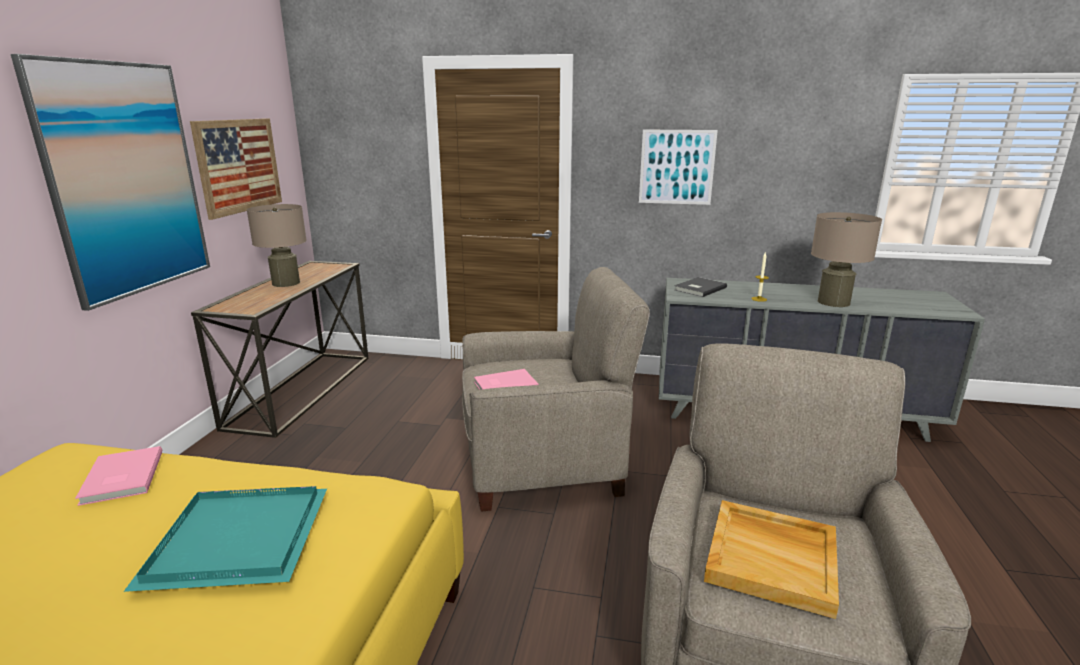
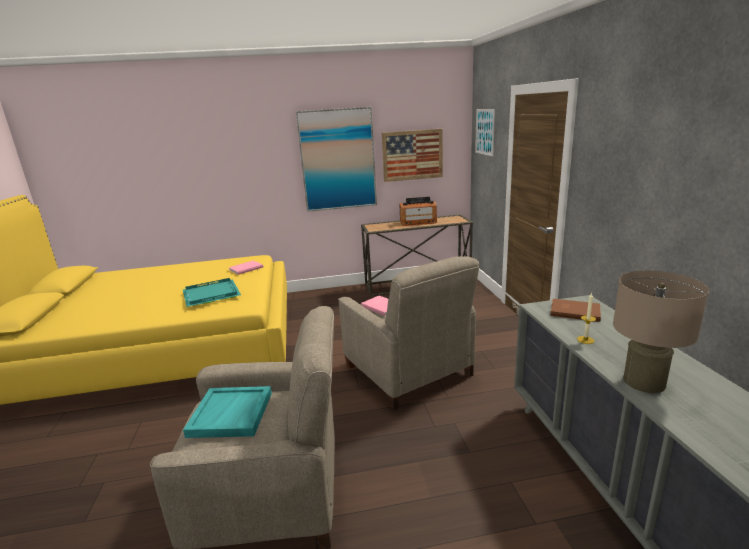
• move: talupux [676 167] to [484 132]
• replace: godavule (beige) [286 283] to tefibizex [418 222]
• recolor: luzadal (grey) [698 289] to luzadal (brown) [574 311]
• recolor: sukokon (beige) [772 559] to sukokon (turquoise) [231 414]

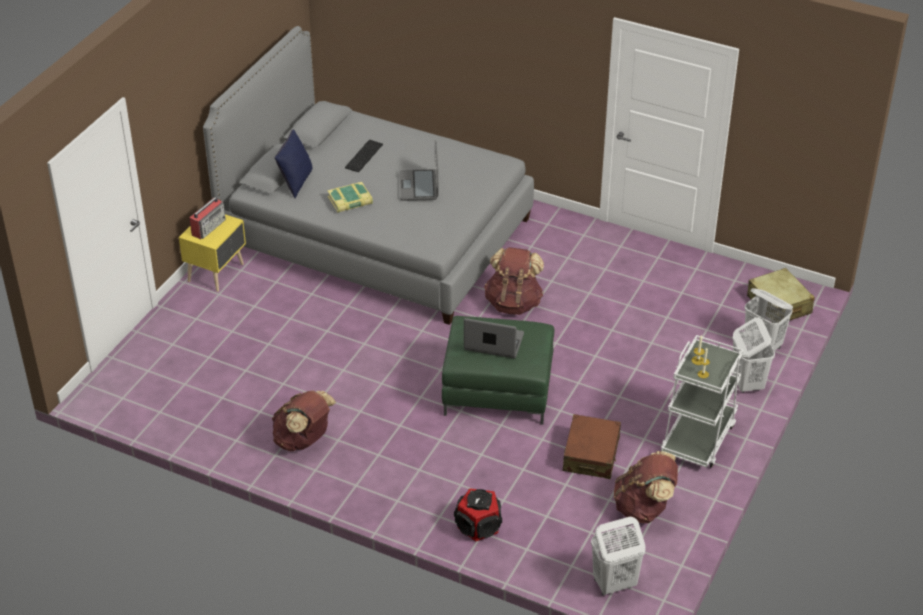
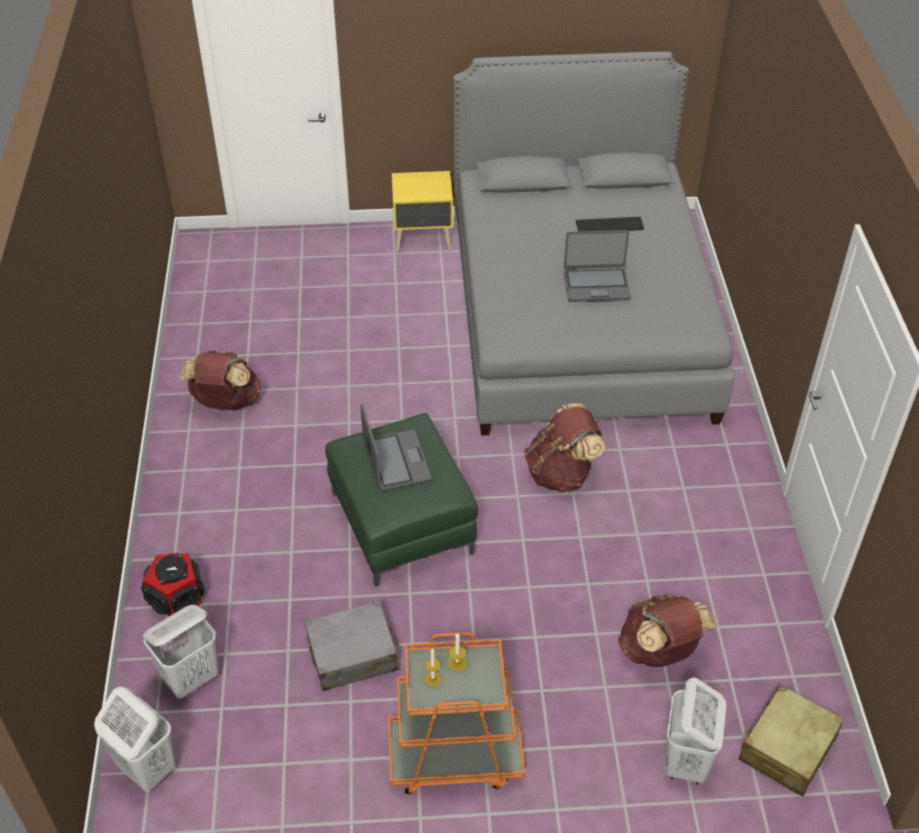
• delete: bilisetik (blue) [295 182]
• rotate: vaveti [419 186] = [596 285] 150 degrees counterclockwise
• delete: luzadal [350 201]
• delete: tefibizex [209 227]
• move: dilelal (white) [747 383] to [192 678]
• recolor: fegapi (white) [698 437] to fegapi (orange) [454 756]
• recolor: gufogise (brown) [591 454] to gufogise (grey) [353 654]
• move: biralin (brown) [644 508] to [659 651]

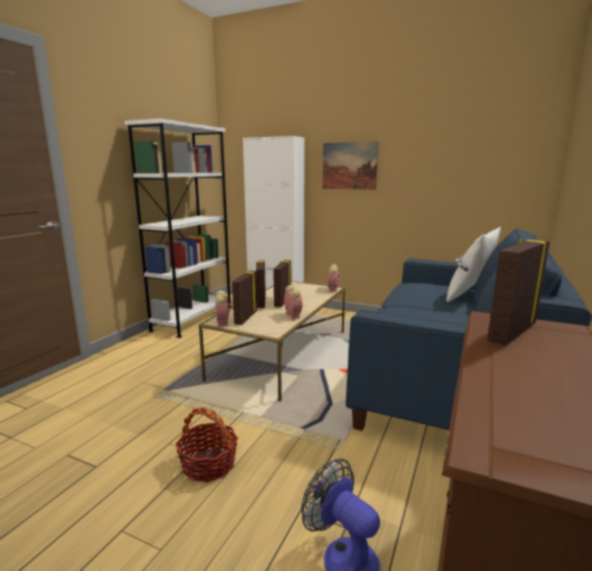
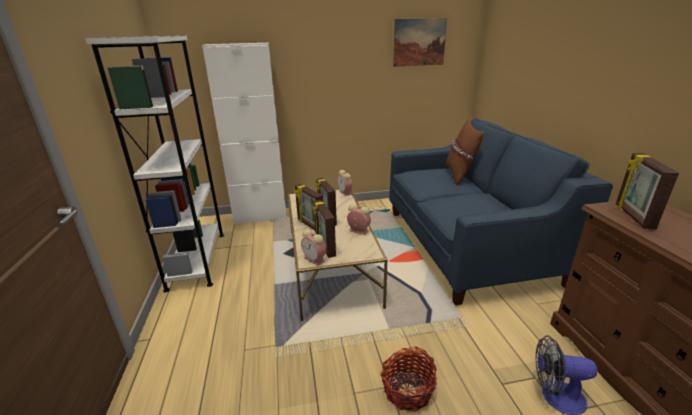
• move: talupux [349 166] to [419 42]
• recolor: bilisetik (white) [470 296] to bilisetik (brown) [459 175]

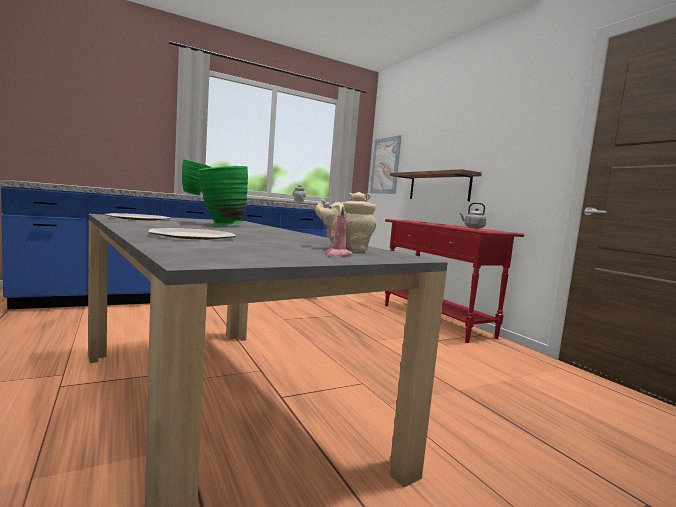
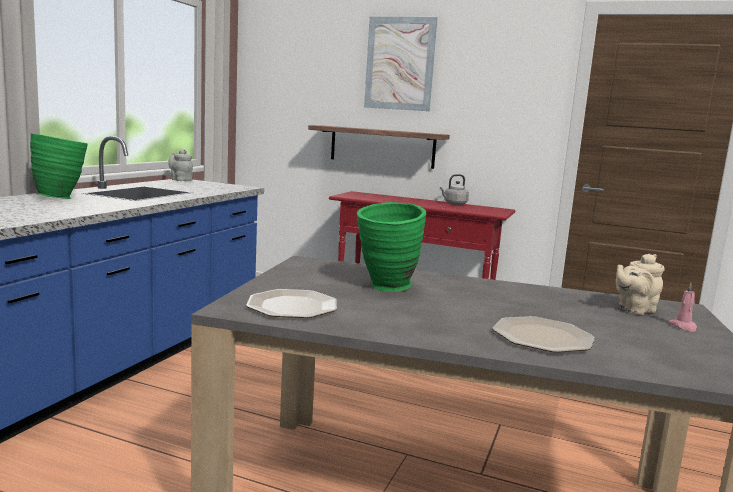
• move: talupux [385 165] to [400 64]

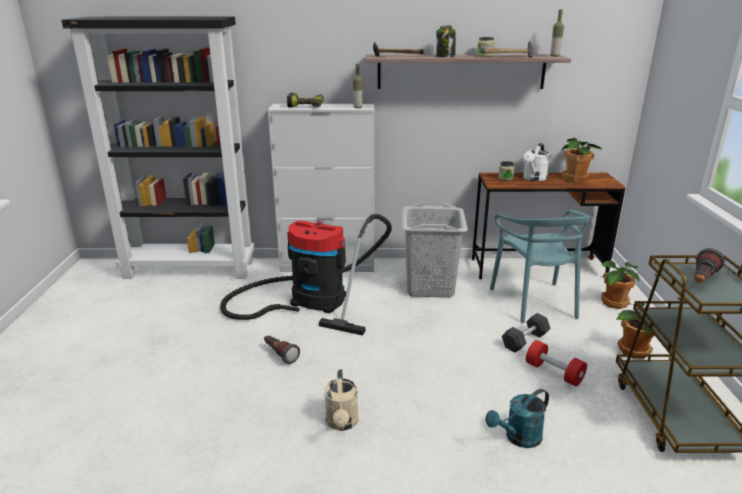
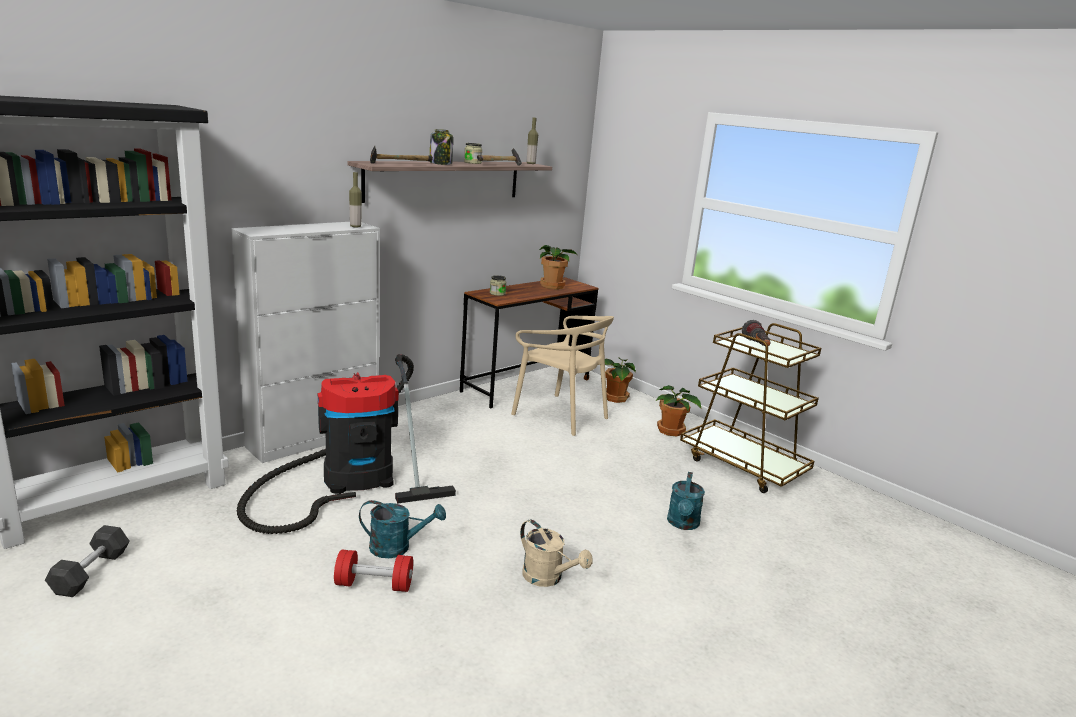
• delete: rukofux [306 106]
• delete: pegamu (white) [533 178]
• delete: dilelal (grey) [430 286]
• recolor: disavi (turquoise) [534 302] to disavi (beige) [560 415]
• move: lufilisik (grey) [525 340] to [91 572]
• replace: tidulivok [280 355] to pegamu (turquoise) [397 547]
• move: lufilisik (red) [554 373] to [374 584]

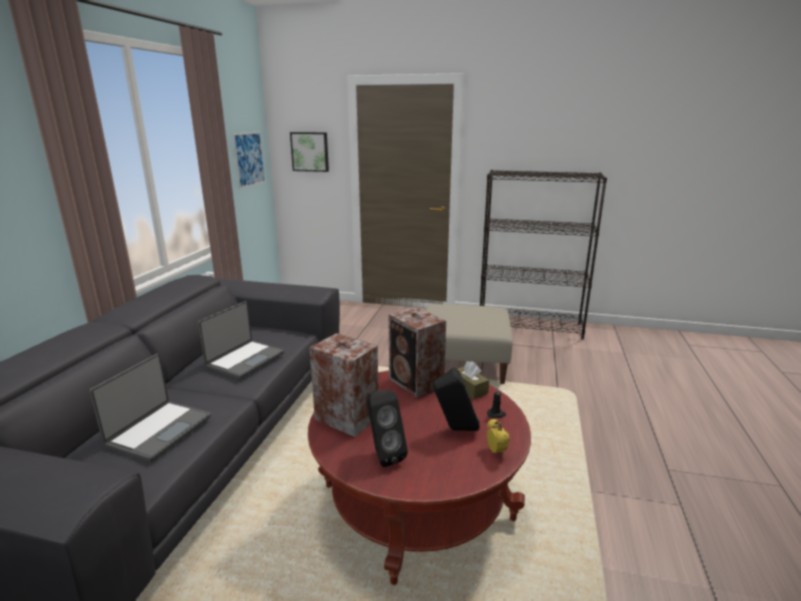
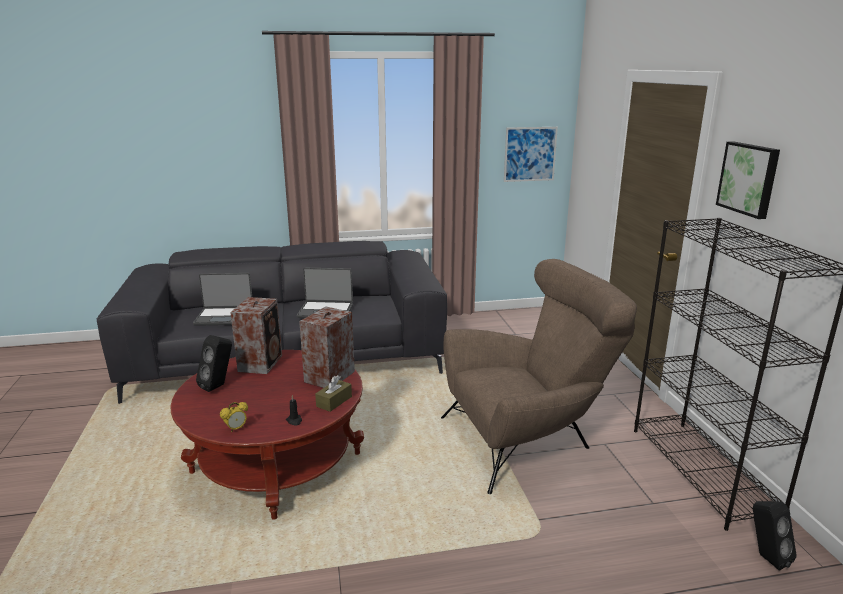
• move: talupux [310 151] to [749 179]
• replace: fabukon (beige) [464 364] to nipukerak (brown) [528 439]
• move: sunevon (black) [455 429] to [765 557]

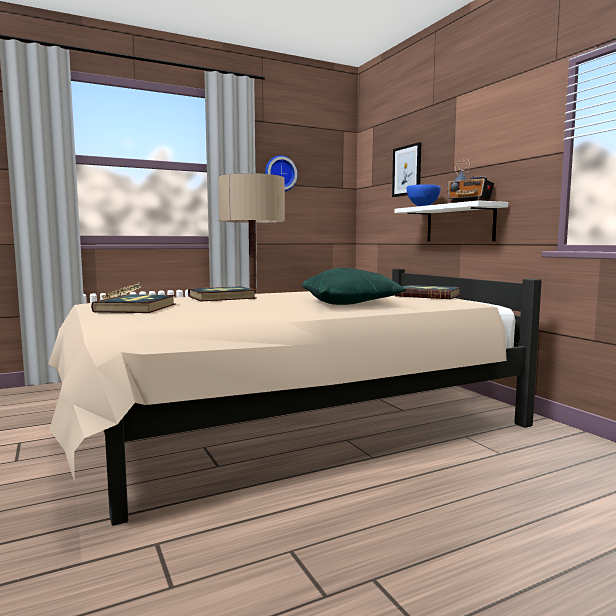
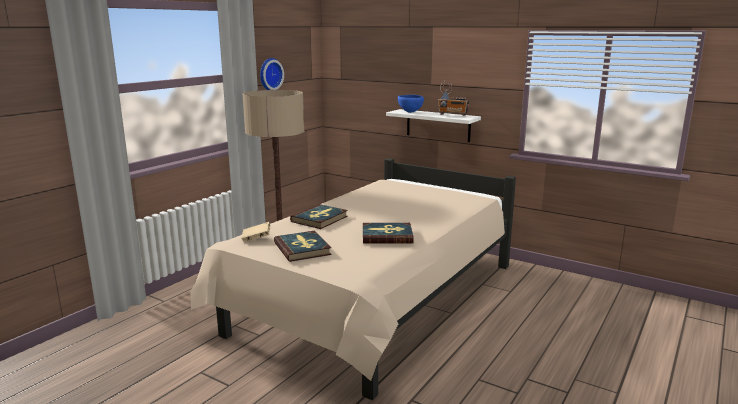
• delete: talupux [407 170]
• delete: bilisetik (green) [351 303]
• move: luzadal [428 295] to [387 236]

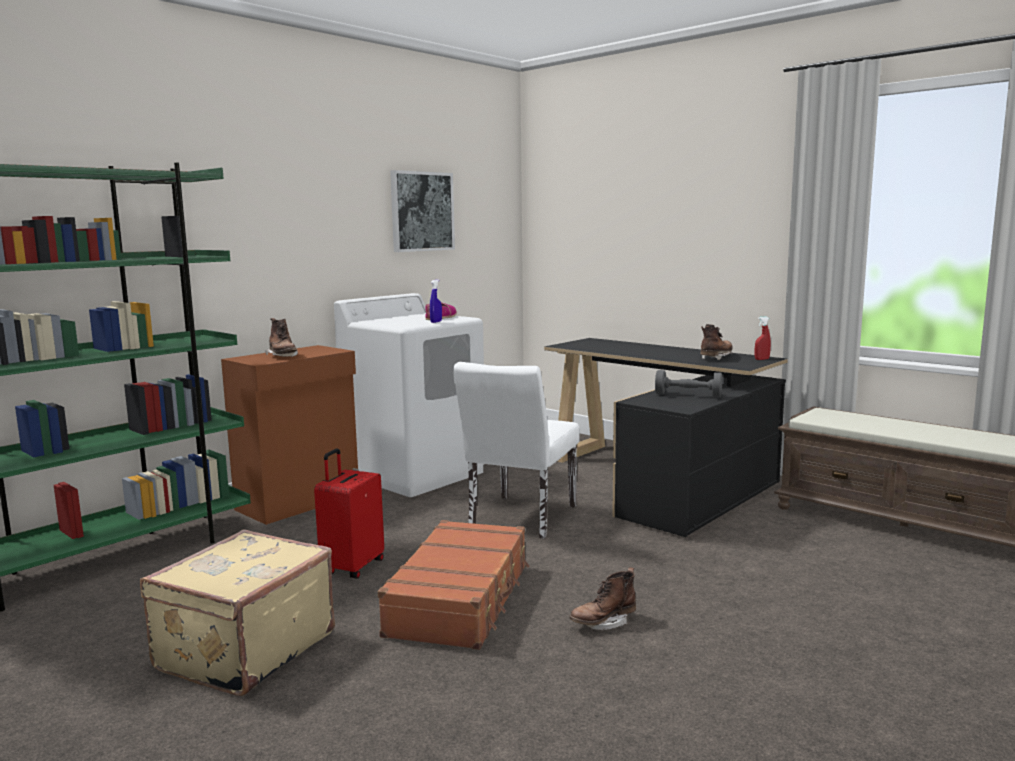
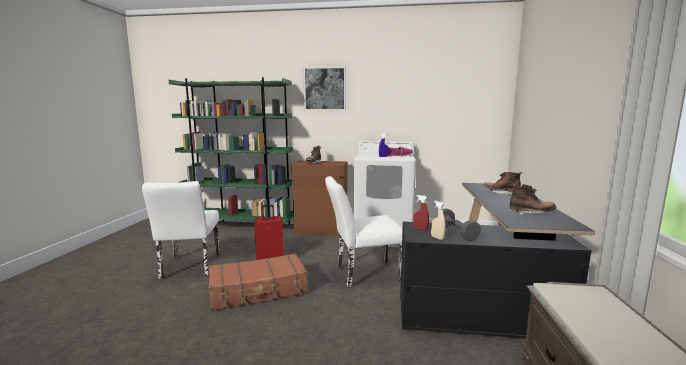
• move: talupux [422 211] to [325 89]
• move: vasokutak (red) [762 359] to [420 229]
• replace: gufogise (beige) [243 650] to disavi (white) [189 268]
• move: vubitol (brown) [603 623] to [501 193]
• insert: vasokutak (beige) [437 238]

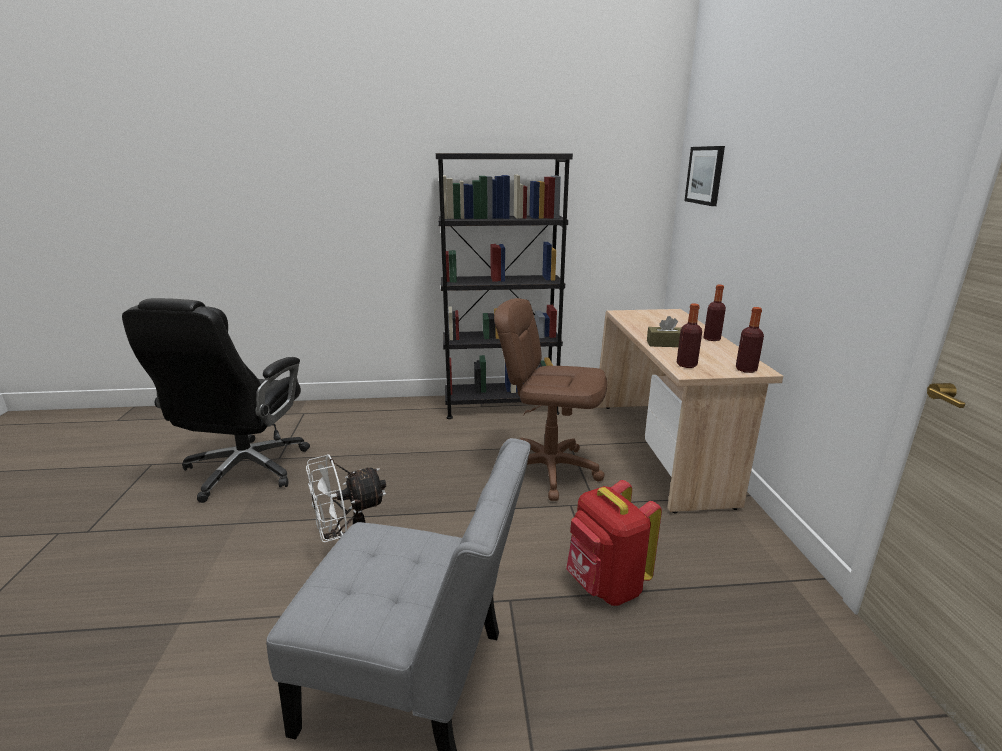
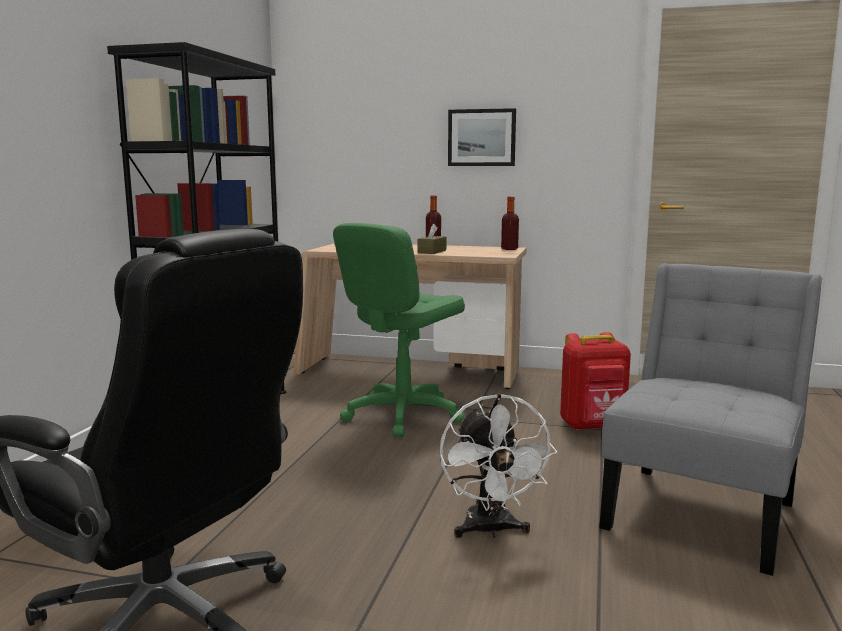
• move: talupux [705 175] to [481 137]
• recolor: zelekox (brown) [549 470] to zelekox (green) [402 415]
• delete: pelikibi [686 365]

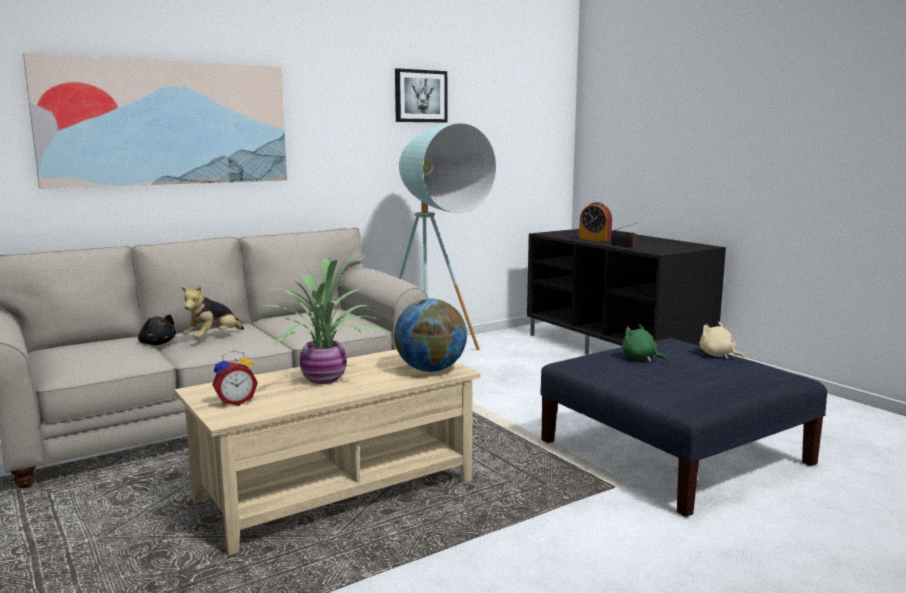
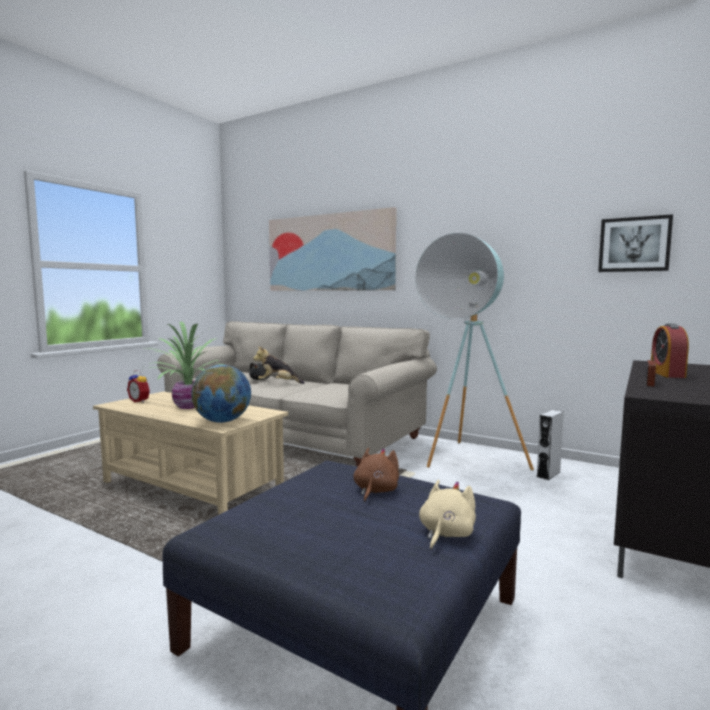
• move: talupux [420 96] to [634 244]
• recolor: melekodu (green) [641 358] to melekodu (brown) [375 491]
• insert: sunevon (grey) [548 474]

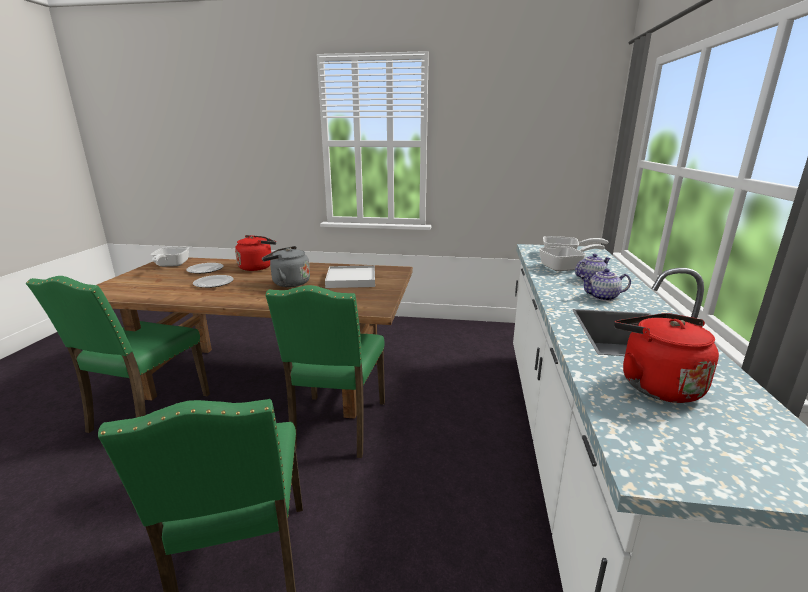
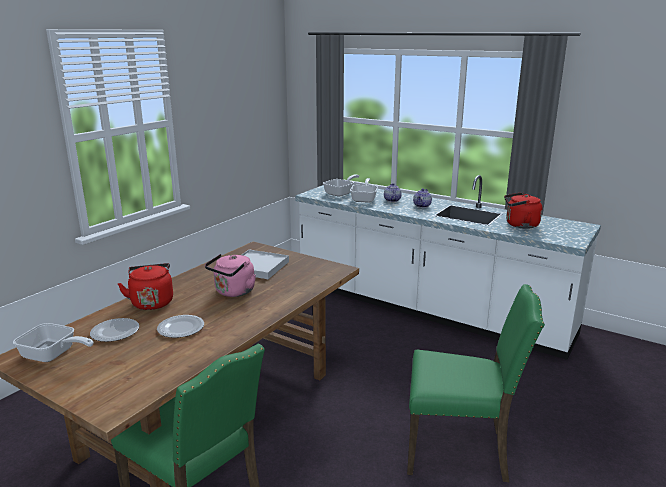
• recolor: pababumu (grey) [288 283] to pababumu (pink) [233 292]
• delete: disavi (green) [337 426]

